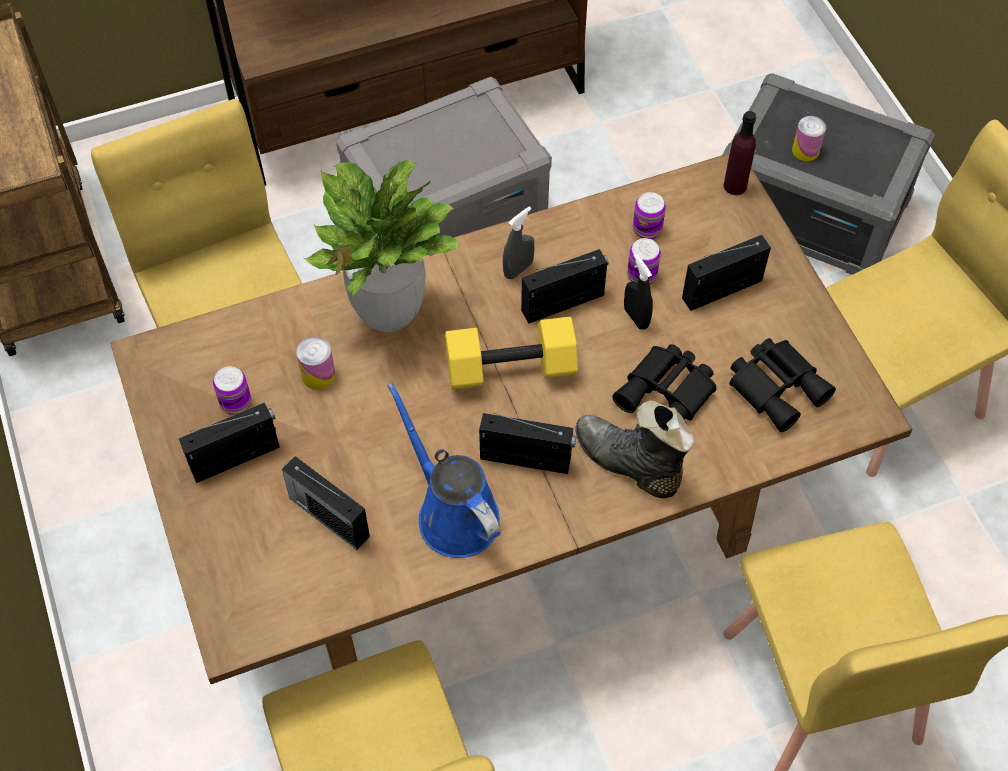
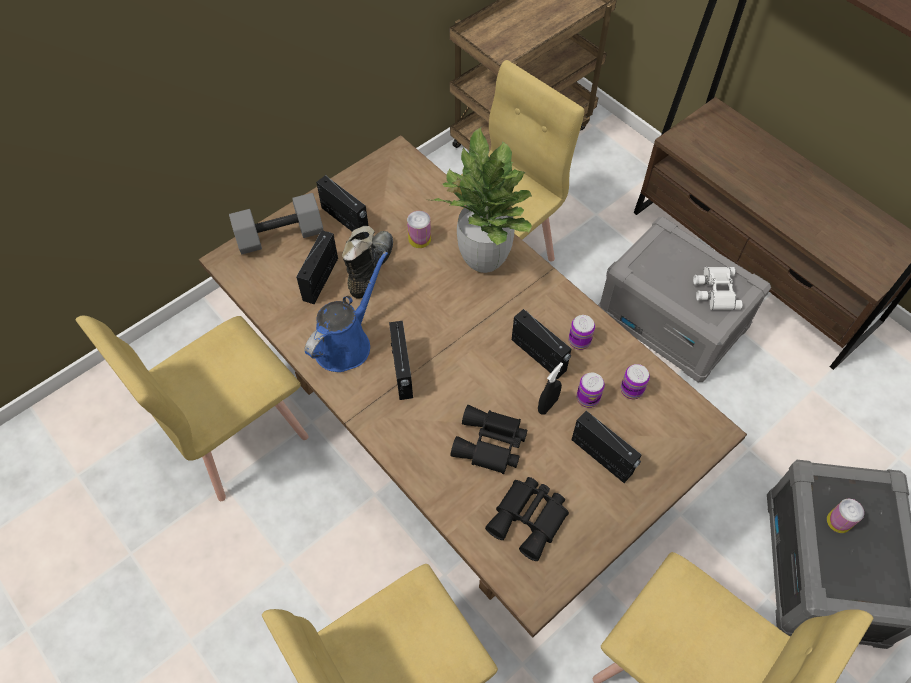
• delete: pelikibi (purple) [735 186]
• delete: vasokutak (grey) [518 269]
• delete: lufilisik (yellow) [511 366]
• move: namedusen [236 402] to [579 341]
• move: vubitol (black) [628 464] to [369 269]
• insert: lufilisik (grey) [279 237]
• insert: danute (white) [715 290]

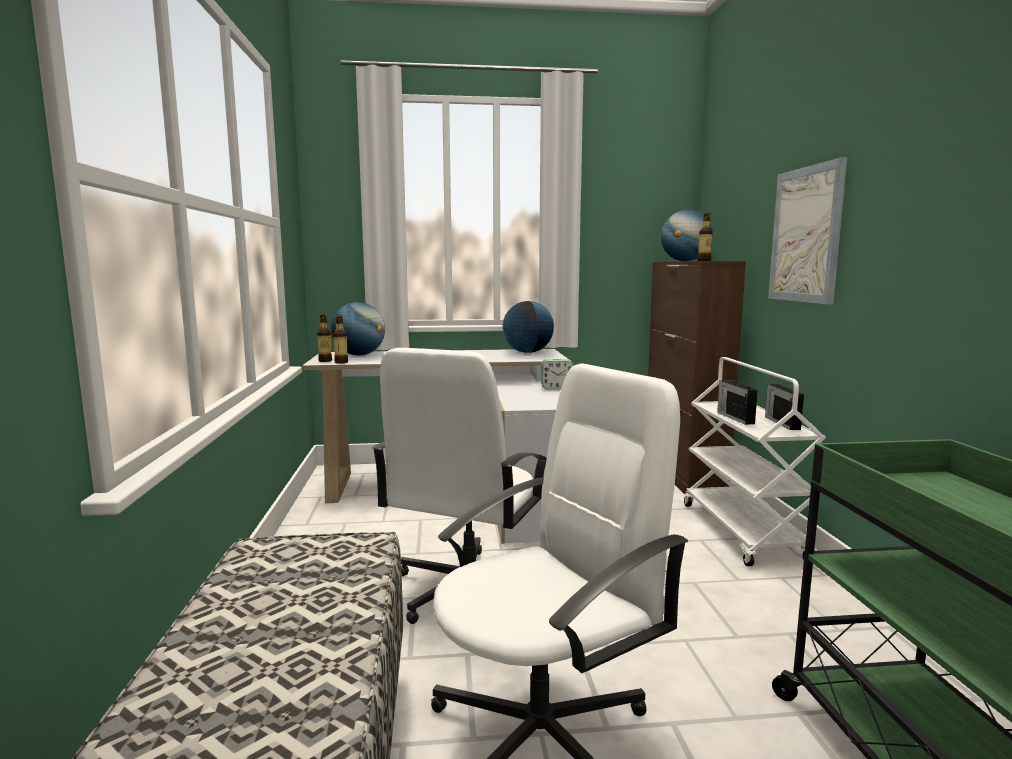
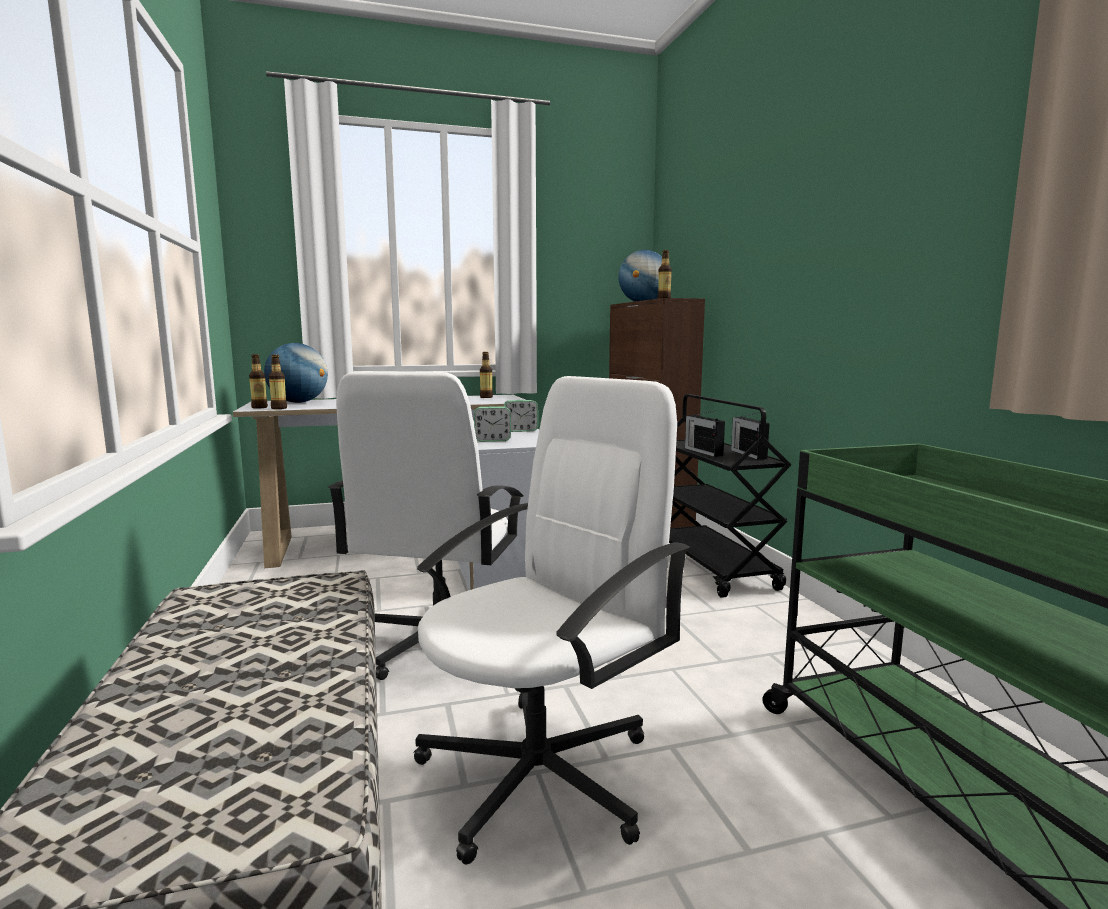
• delete: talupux [806 235]
• replace: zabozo [528 352] to pelikibi [486 397]
• recolor: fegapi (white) [743 532] to fegapi (black) [713 568]
• insert: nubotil [492 440]

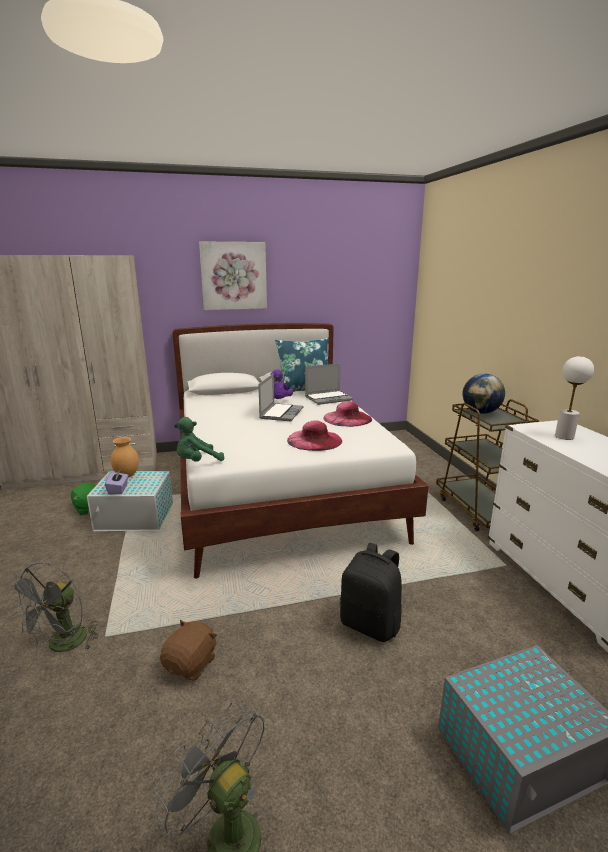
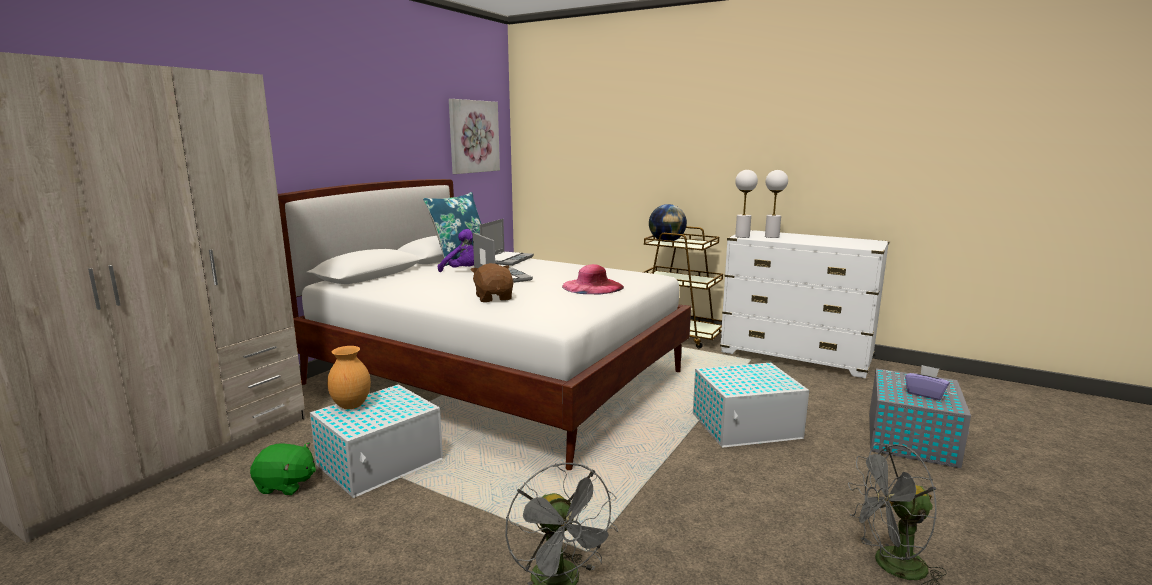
• move: talupux [233 276] to [473 136]
• delete: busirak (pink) [347 418]
• delete: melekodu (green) [197 462]
• move: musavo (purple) [118 489] to [925 394]
• replace: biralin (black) [371 624] to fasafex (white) [747 426]
• move: melekodu (brown) [191 664] to [494 298]
• insert: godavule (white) [742 236]

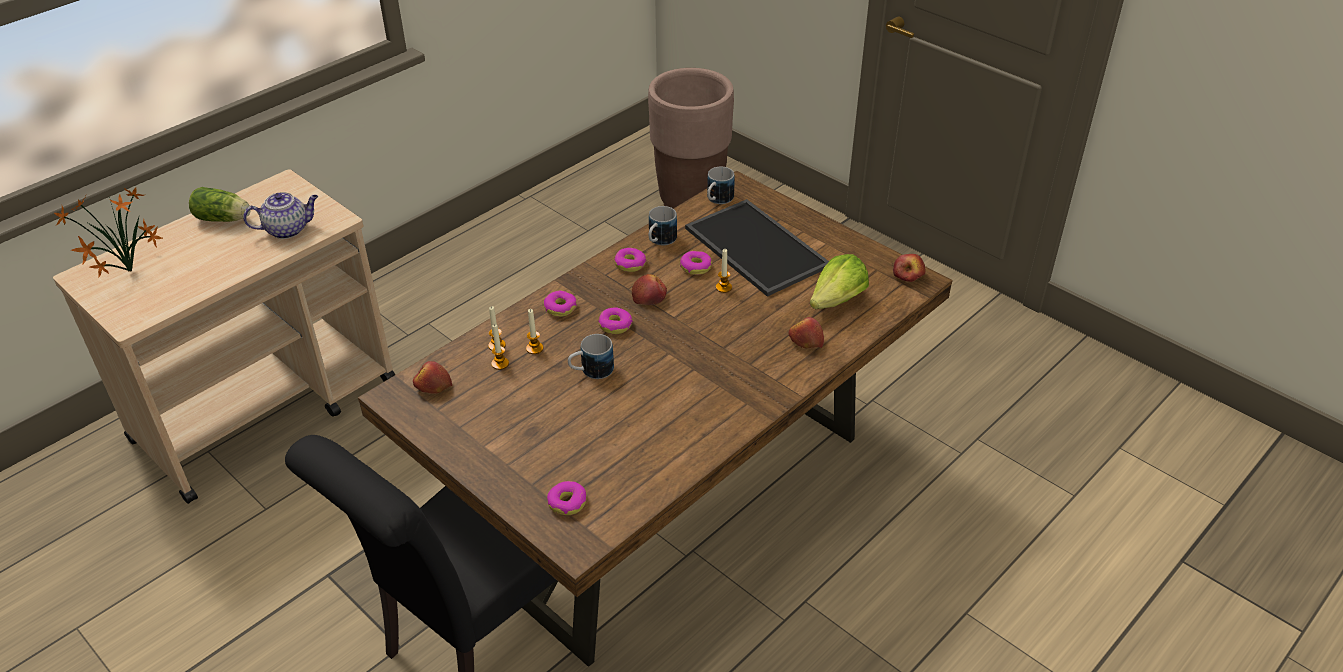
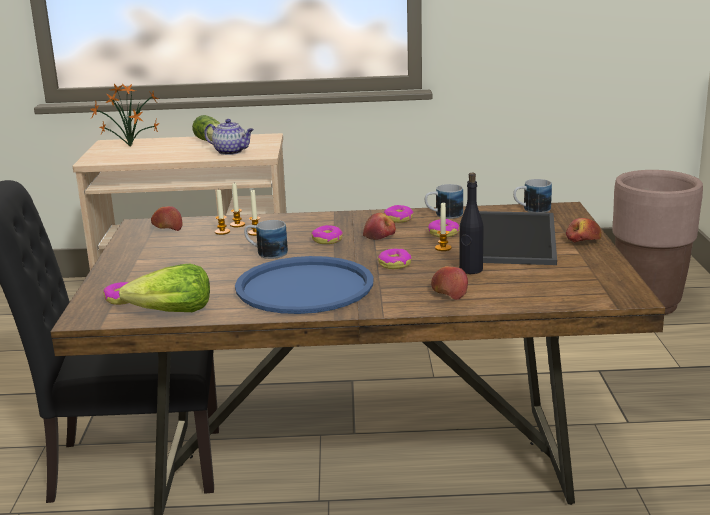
• move: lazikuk [837 300] to [172 313]
• move: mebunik [908 275] to [583 241]
• move: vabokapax [560 308] to [394 264]
• insert: pelikibi (black) [470 270]
• insert: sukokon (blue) [305 287]

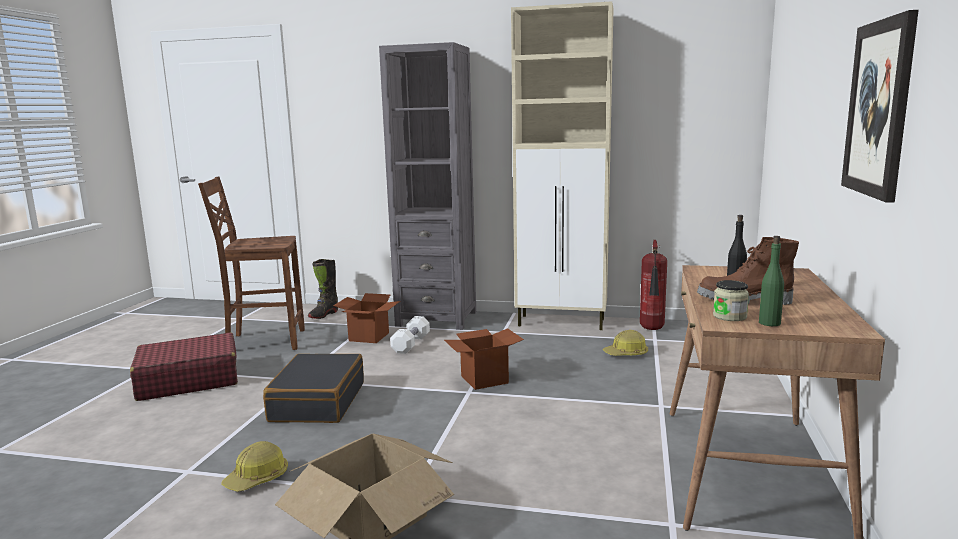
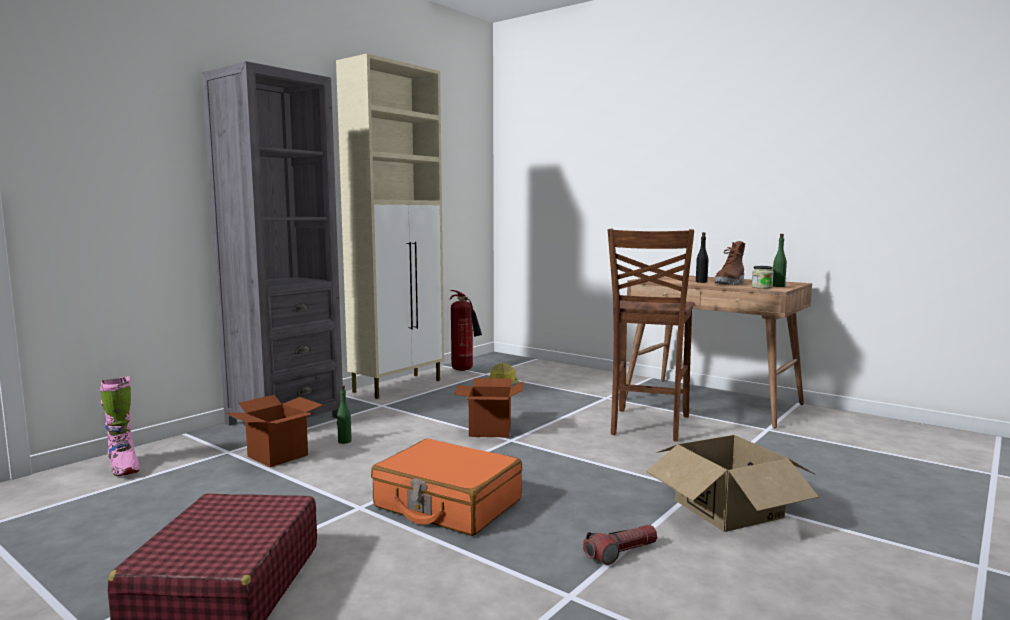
• delete: talupux [879 108]
• move: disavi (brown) [264 341] to [647 425]
• recolor: vubitol (black) [323 315] to vubitol (pink) [123 468]
• replace: lufilisik (white) [411 344] to pelikibi (green) [344 441]
• recolor: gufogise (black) [317 402] to gufogise (orange) [447 504]
• replace: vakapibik [257 478] to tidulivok [621 552]

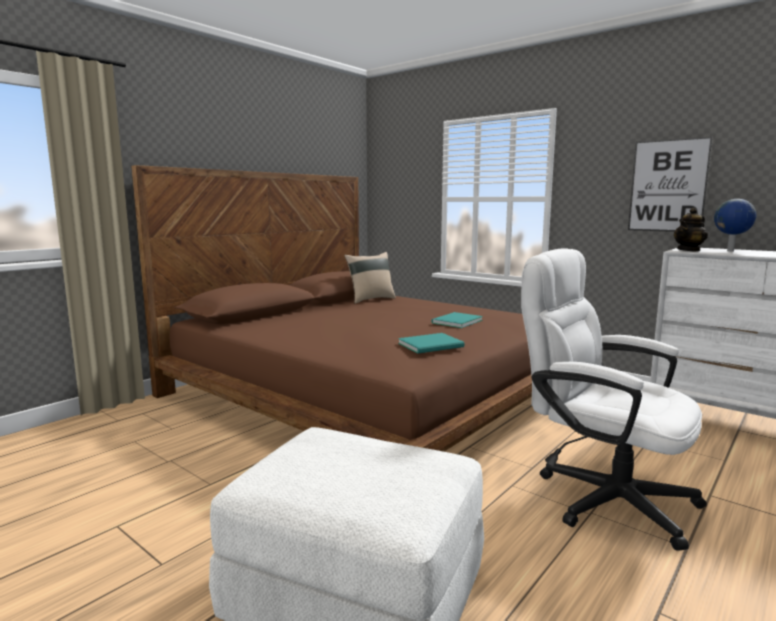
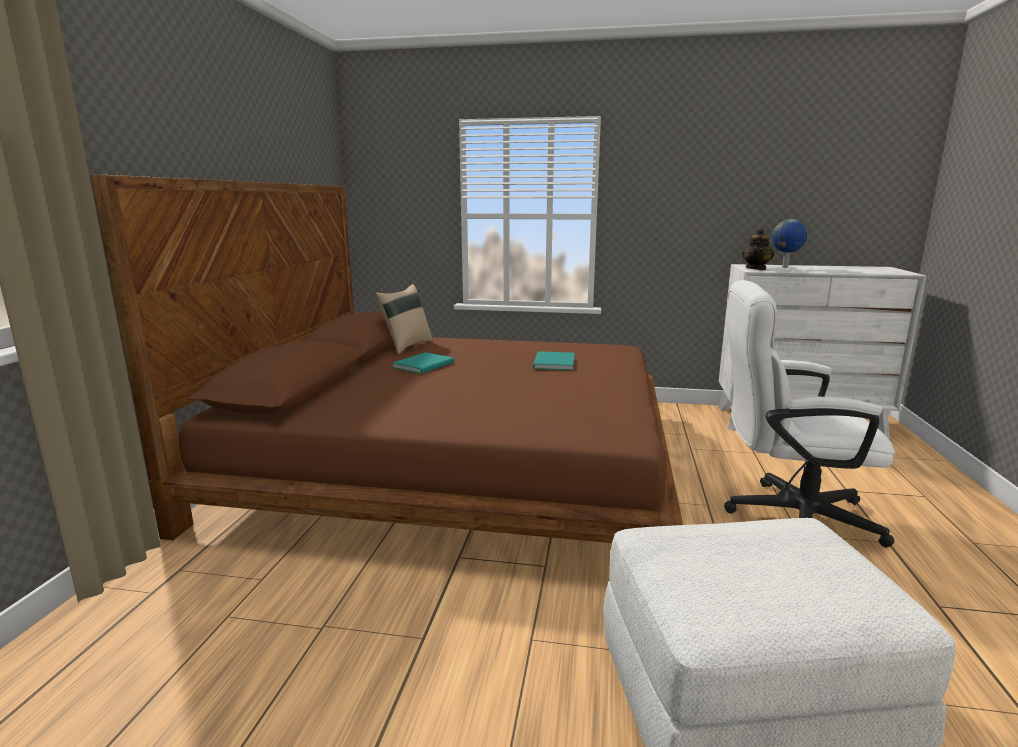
• delete: talupux [668 186]
• move: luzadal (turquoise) [433 345] to [425 365]

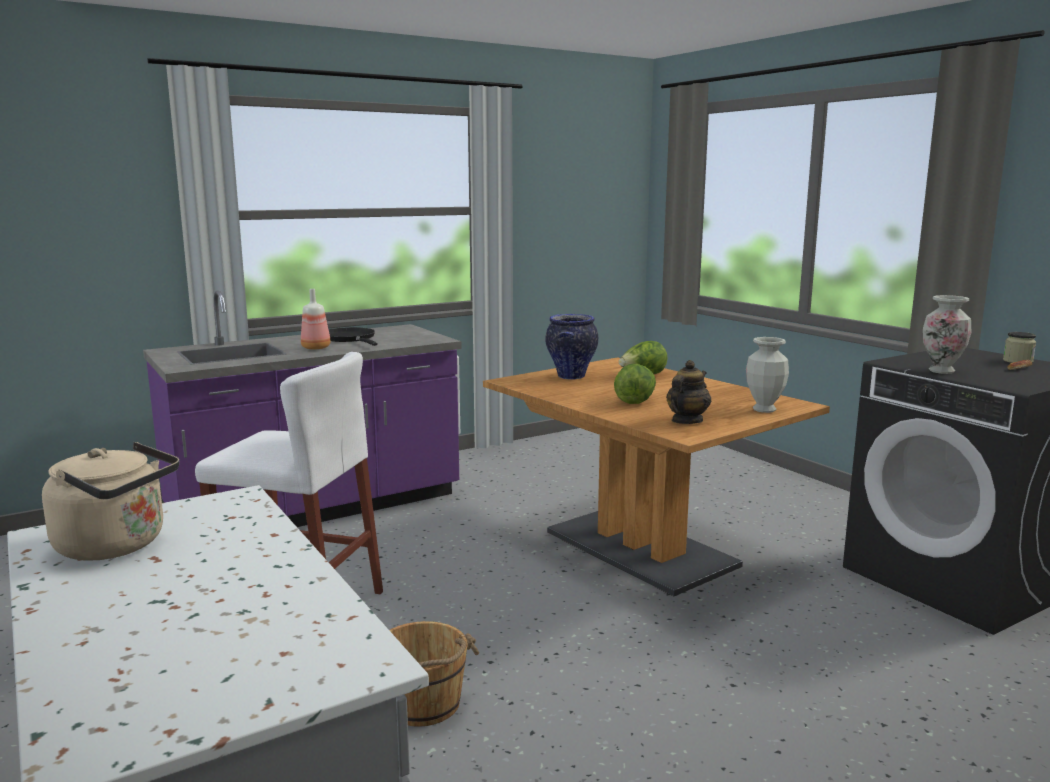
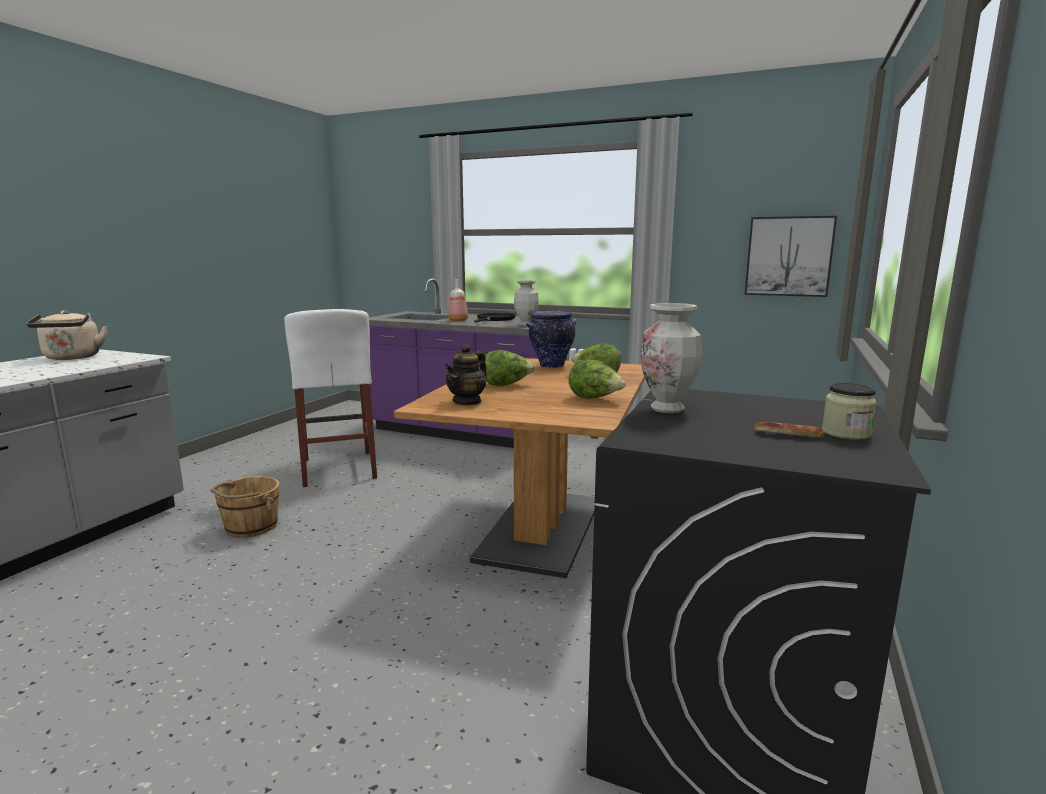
• move: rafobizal [764 410] to [526 325]
• rotate: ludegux [686 421] = [467 401] 120 degrees clockwise
• insert: talupux [788 256]
• insert: lazikuk [594 399]

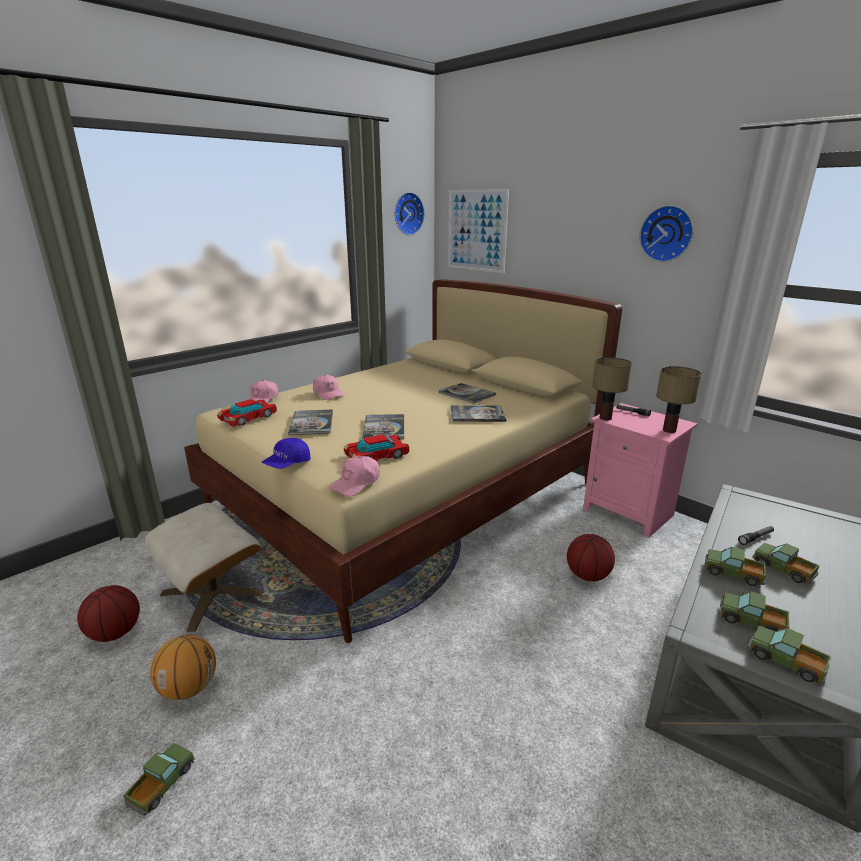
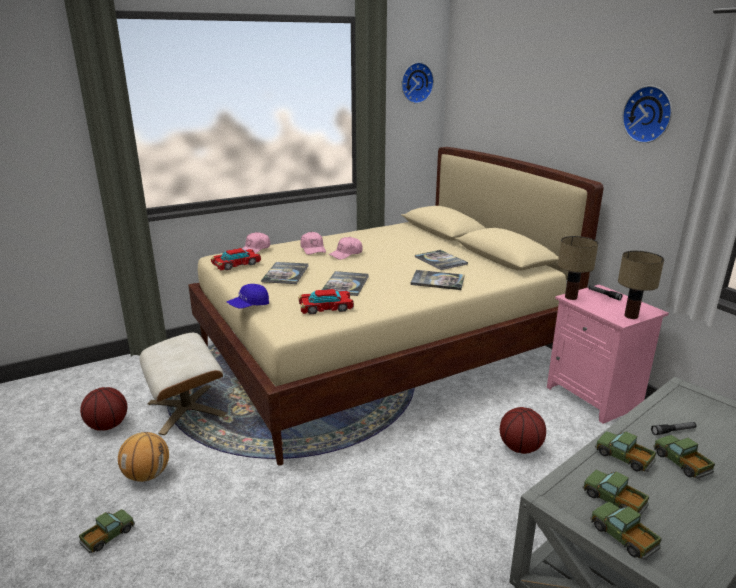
• delete: talupux [476 230]
• move: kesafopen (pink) [356 483] to [346 254]

